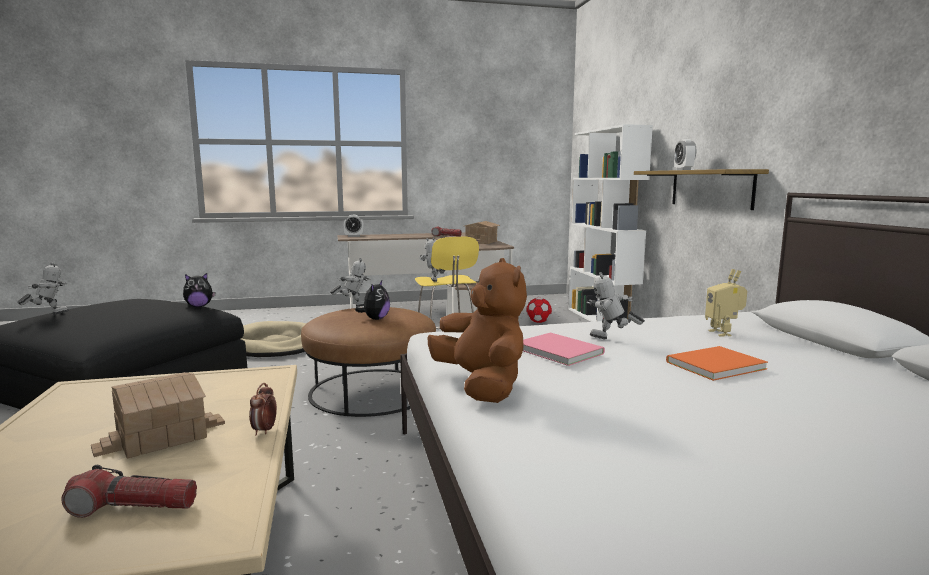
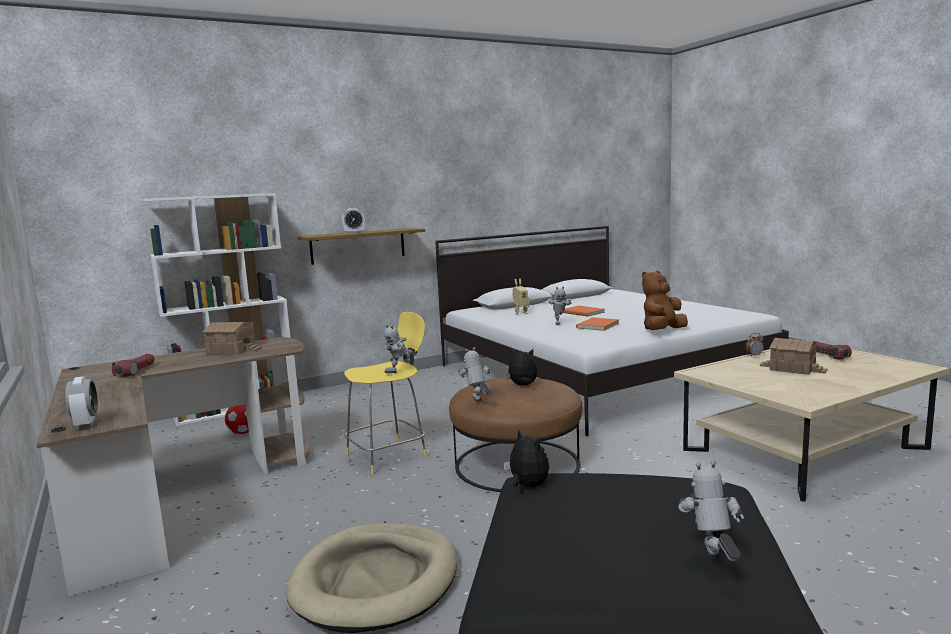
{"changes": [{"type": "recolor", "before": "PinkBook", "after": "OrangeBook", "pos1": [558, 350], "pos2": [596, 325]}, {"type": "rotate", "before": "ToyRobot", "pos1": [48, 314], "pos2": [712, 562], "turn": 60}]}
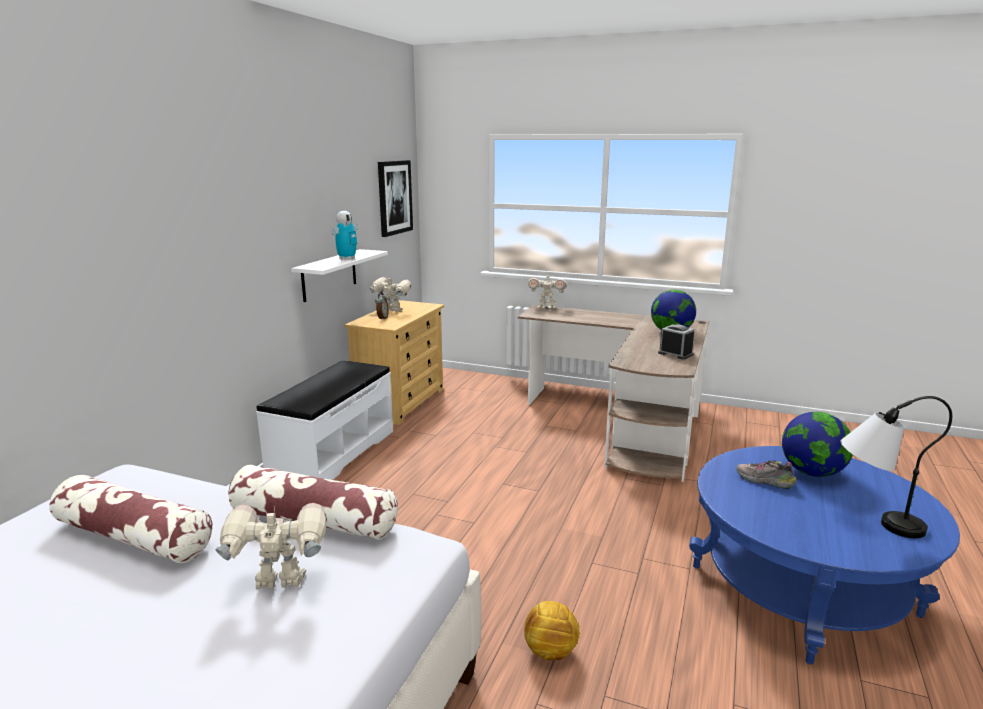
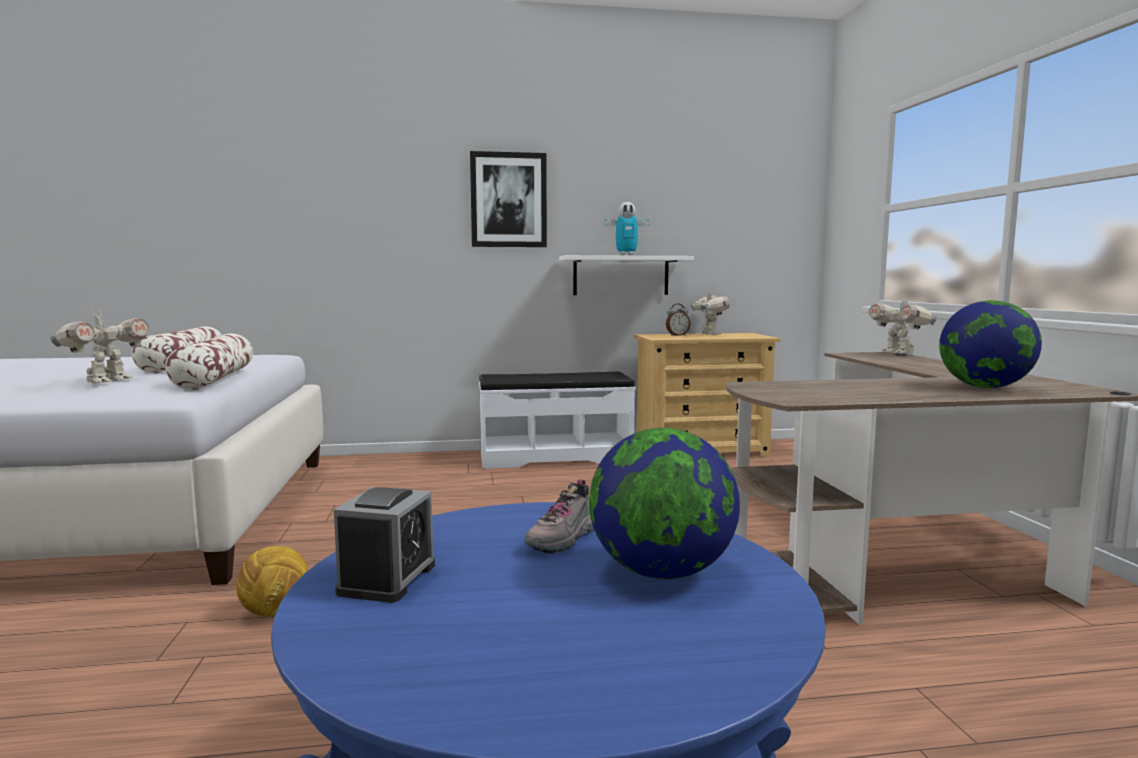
{"changes": [{"type": "rotate", "before": "ToyRobot", "pos1": [280, 584], "pos2": [107, 381], "turn": 60}, {"type": "move", "before": "AlarmClock", "pos1": [675, 354], "pos2": [387, 579]}, {"type": "move", "before": "Picture", "pos1": [394, 197], "pos2": [508, 200]}, {"type": "rotate", "before": "Shoe", "pos1": [764, 481], "pos2": [564, 539], "turn": -150}, {"type": "delete", "before": "TableLamp", "pos1": [873, 523]}]}
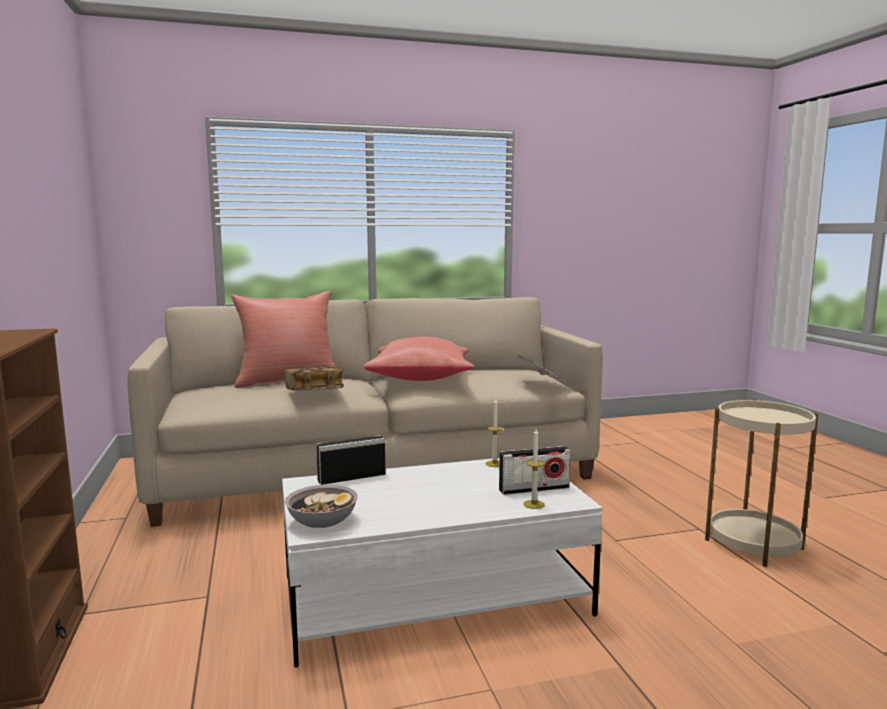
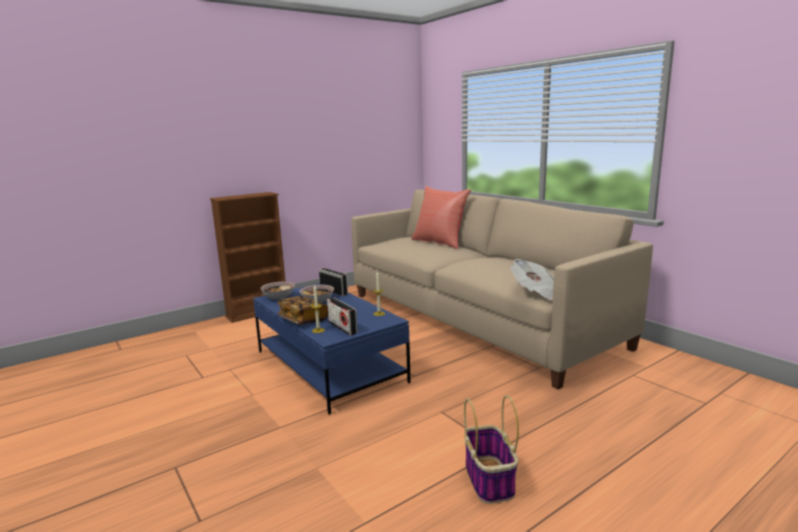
{"changes": [{"type": "recolor", "before": "WhiteCoffeeTable", "after": "BlueCoffeeTable", "pos1": [434, 595], "pos2": [329, 366]}, {"type": "move", "before": "Book", "pos1": [314, 391], "pos2": [303, 319]}, {"type": "insert", "after": "Bowl", "pos2": [317, 300]}, {"type": "replace", "before": "BeigeSideTable", "after": "Basket", "pos1": [753, 544], "pos2": [490, 480]}, {"type": "delete", "before": "RedPillow", "pos1": [421, 378]}]}
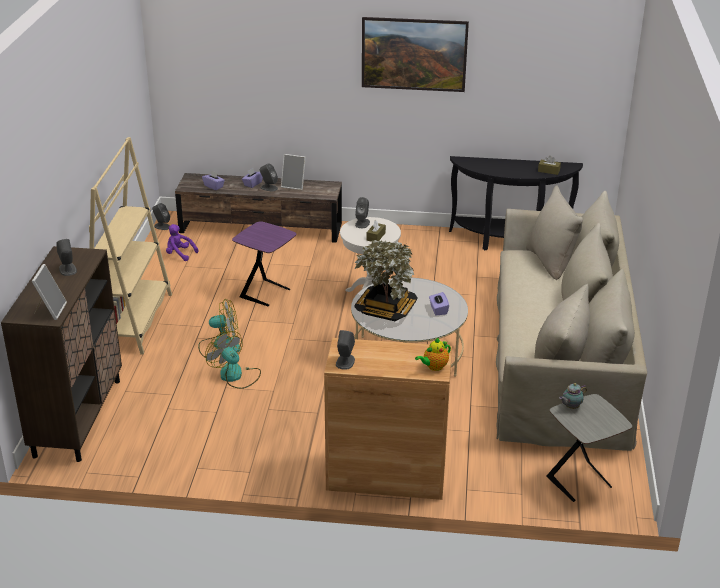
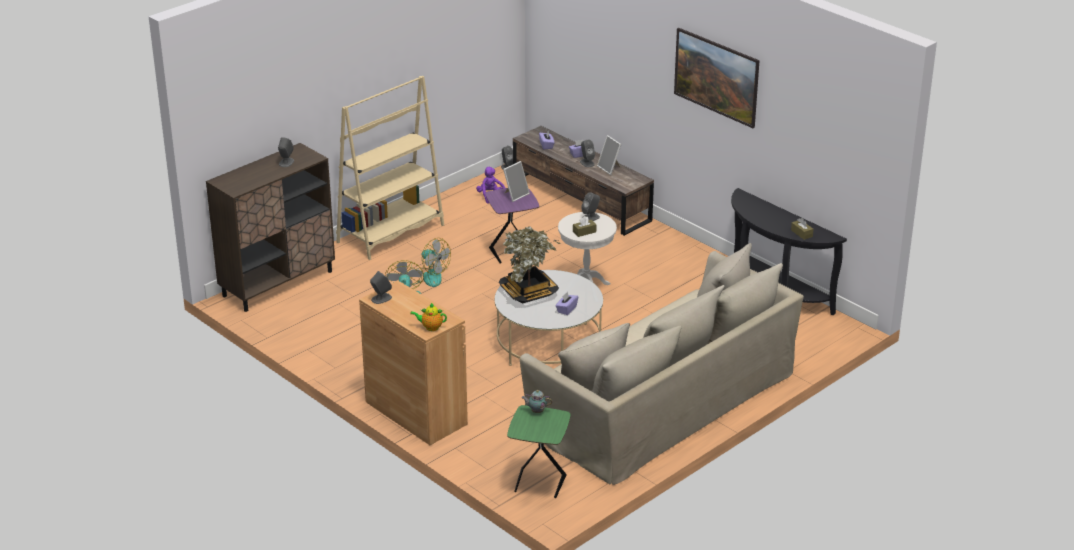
{"changes": [{"type": "move", "before": "PictureFrame", "pos1": [50, 310], "pos2": [515, 195]}, {"type": "recolor", "before": "GreySideTable", "after": "GreenSideTable", "pos1": [581, 482], "pos2": [539, 484]}]}
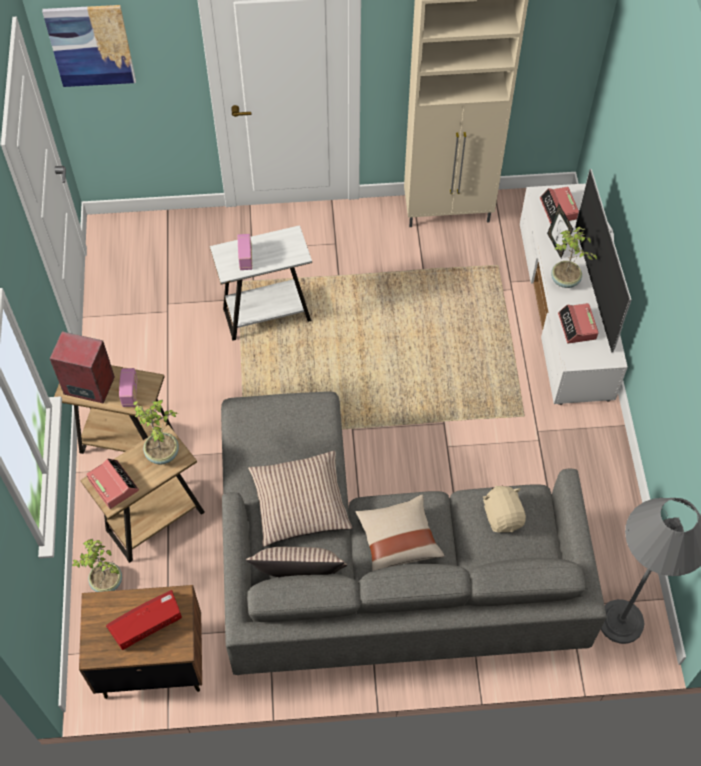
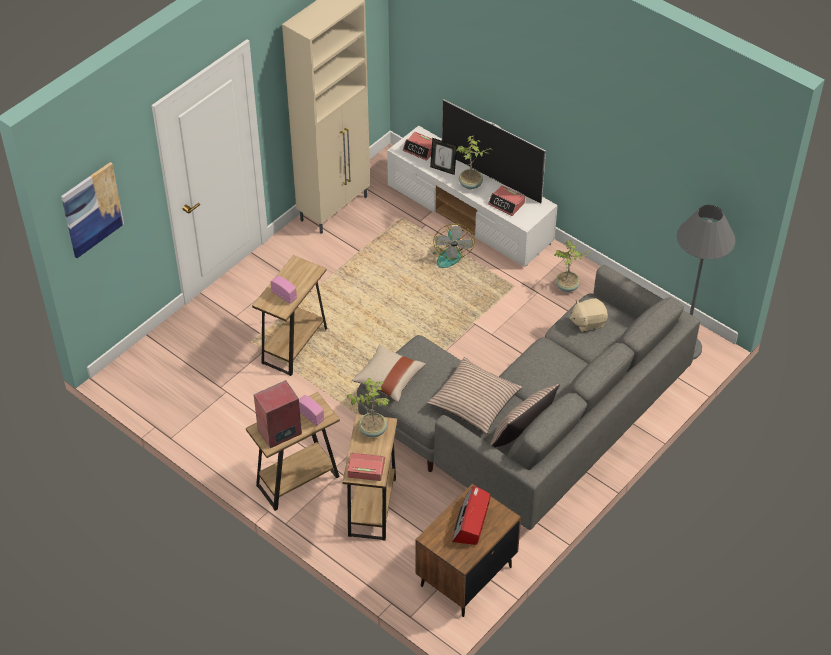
{"changes": [{"type": "recolor", "before": "WhiteSideTable", "after": "BrownSideTable", "pos1": [267, 315], "pos2": [294, 346]}, {"type": "move", "before": "BeigePillow", "pos1": [398, 540], "pos2": [388, 380]}, {"type": "insert", "after": "Fan", "pos2": [448, 253]}, {"type": "move", "before": "PottedPlant", "pos1": [106, 582], "pos2": [567, 287]}, {"type": "rotate", "before": "BeigePlushToy", "pos1": [503, 516], "pos2": [588, 322], "turn": -45}]}
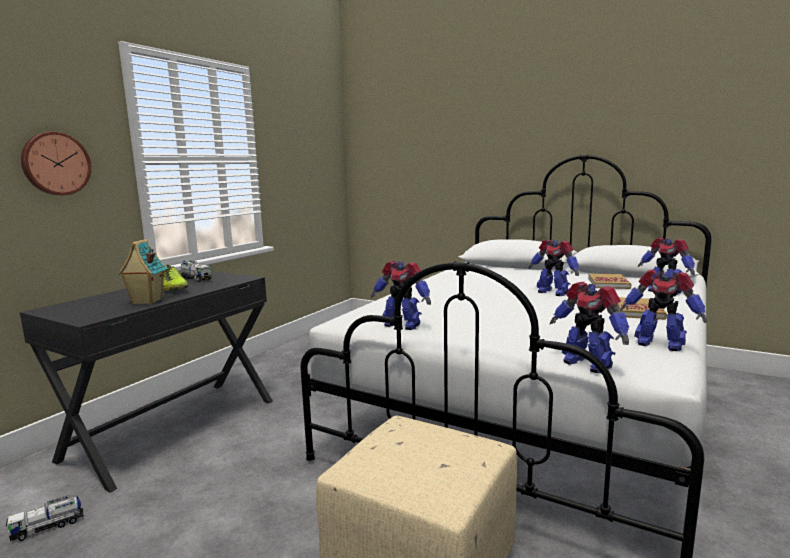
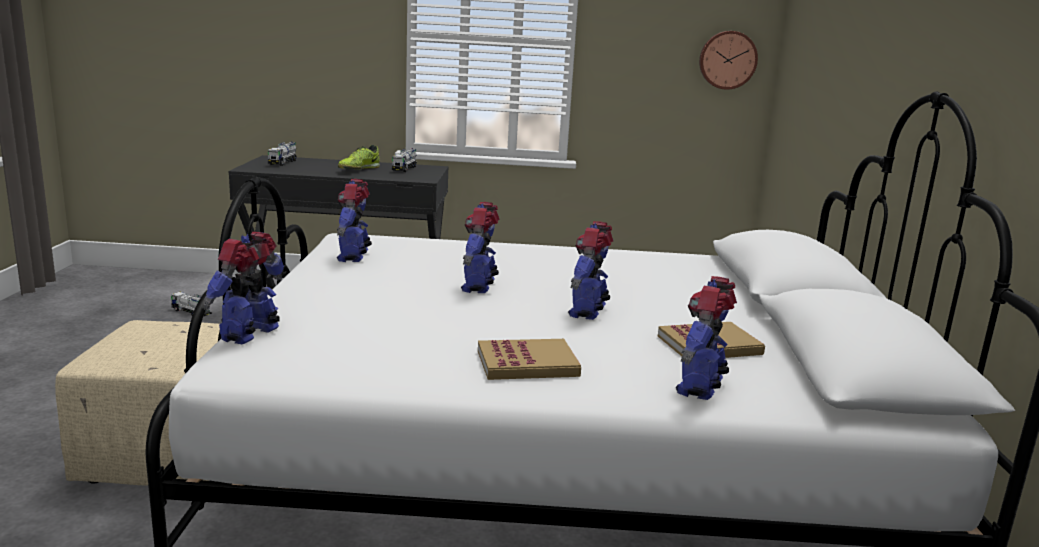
{"changes": [{"type": "insert", "after": "ToyTruck", "pos2": [283, 162]}, {"type": "move", "before": "ToyRobot", "pos1": [659, 344], "pos2": [479, 286]}, {"type": "move", "before": "WallClock", "pos1": [55, 164], "pos2": [727, 60]}, {"type": "delete", "before": "ToyHouse", "pos1": [146, 302]}]}
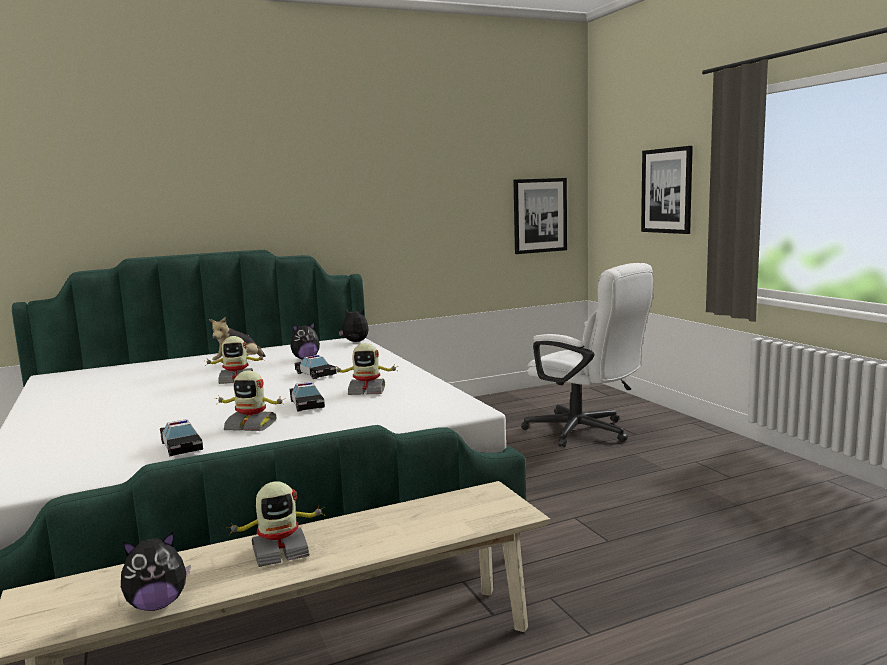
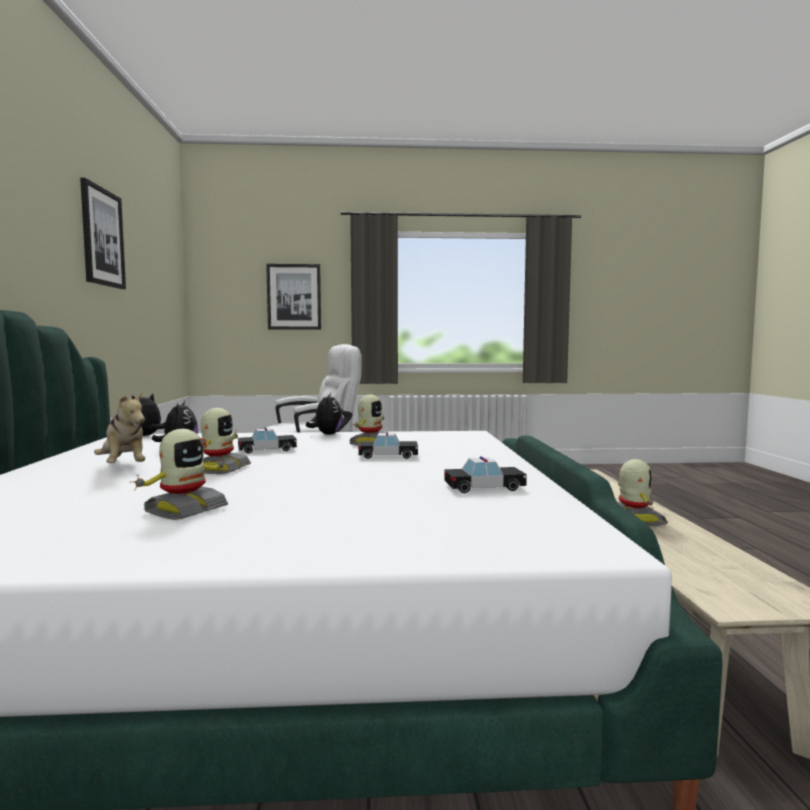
{"changes": [{"type": "move", "before": "Picture", "pos1": [540, 215], "pos2": [102, 237]}, {"type": "move", "before": "ToyRobot", "pos1": [251, 425], "pos2": [185, 510]}, {"type": "move", "before": "PlushToy", "pos1": [157, 604], "pos2": [327, 434]}]}
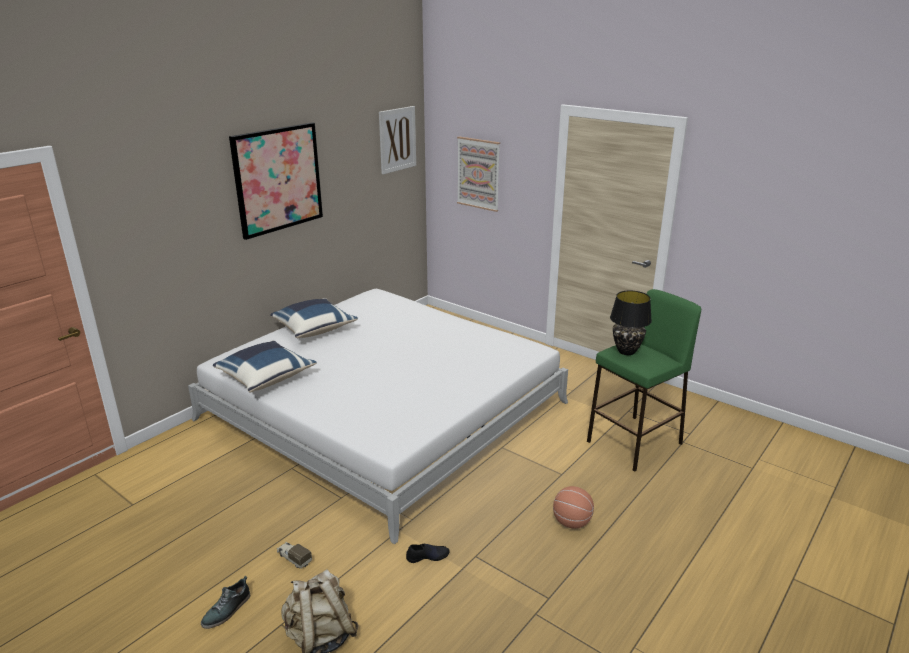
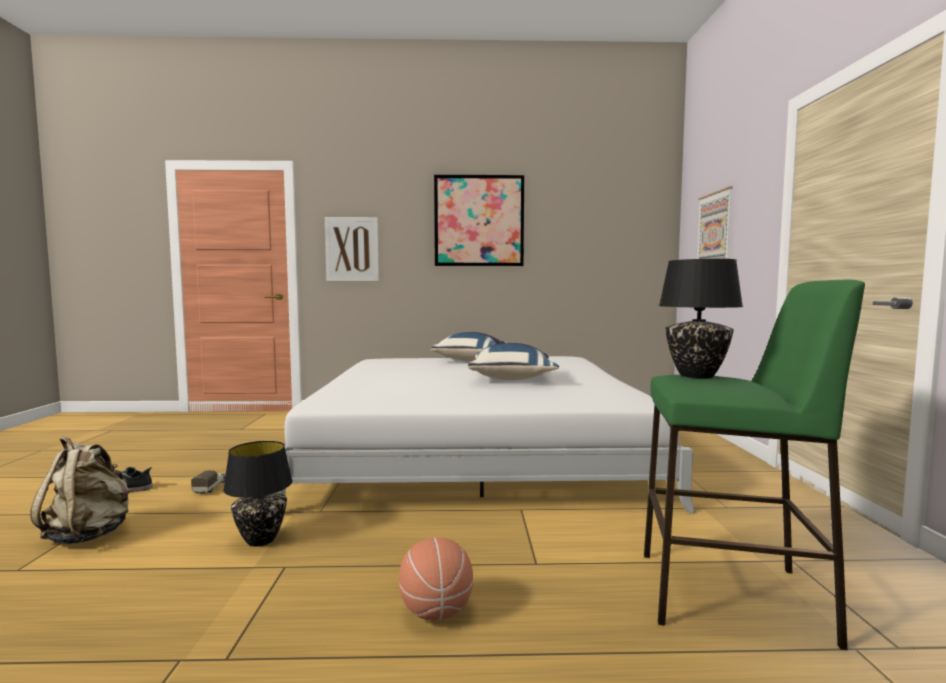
{"changes": [{"type": "replace", "before": "BlackShoe", "after": "BlackTableLamp", "pos1": [427, 556], "pos2": [261, 540]}, {"type": "move", "before": "Picture", "pos1": [397, 139], "pos2": [352, 249]}, {"type": "move", "before": "BluePillow", "pos1": [265, 378], "pos2": [512, 378]}]}
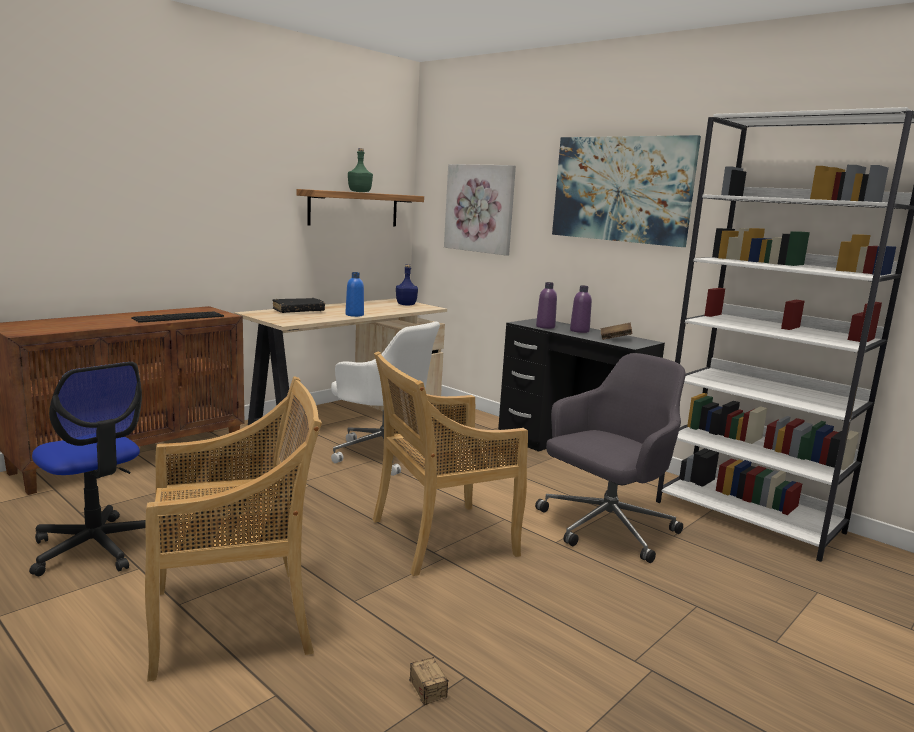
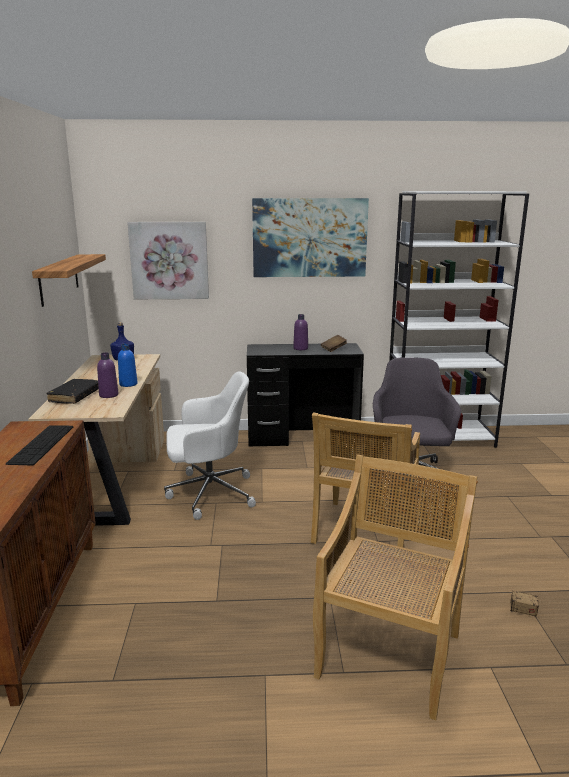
{"changes": [{"type": "move", "before": "PurpleBottle", "pos1": [545, 327], "pos2": [109, 395]}, {"type": "delete", "before": "OfficeChair", "pos1": [96, 547]}, {"type": "delete", "before": "GreenBottle", "pos1": [359, 192]}]}
